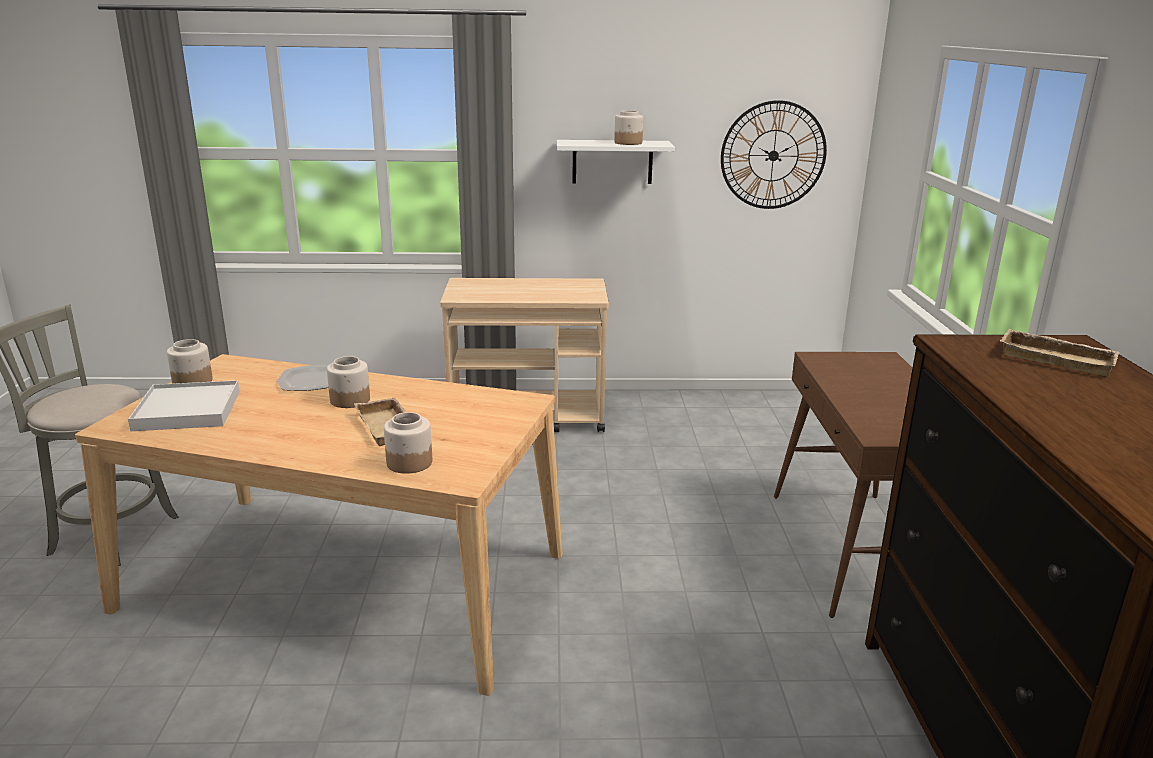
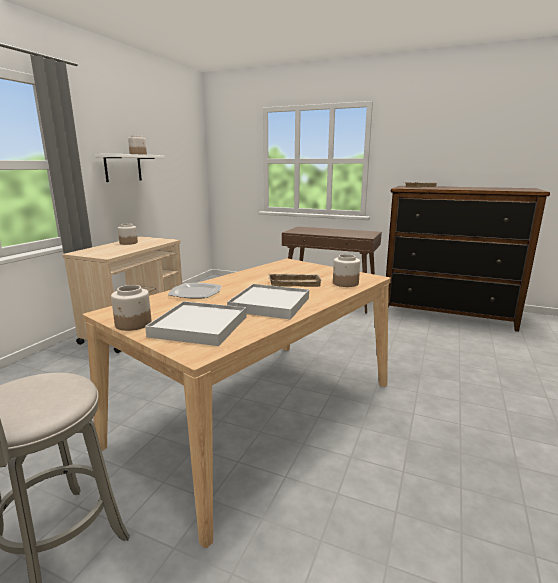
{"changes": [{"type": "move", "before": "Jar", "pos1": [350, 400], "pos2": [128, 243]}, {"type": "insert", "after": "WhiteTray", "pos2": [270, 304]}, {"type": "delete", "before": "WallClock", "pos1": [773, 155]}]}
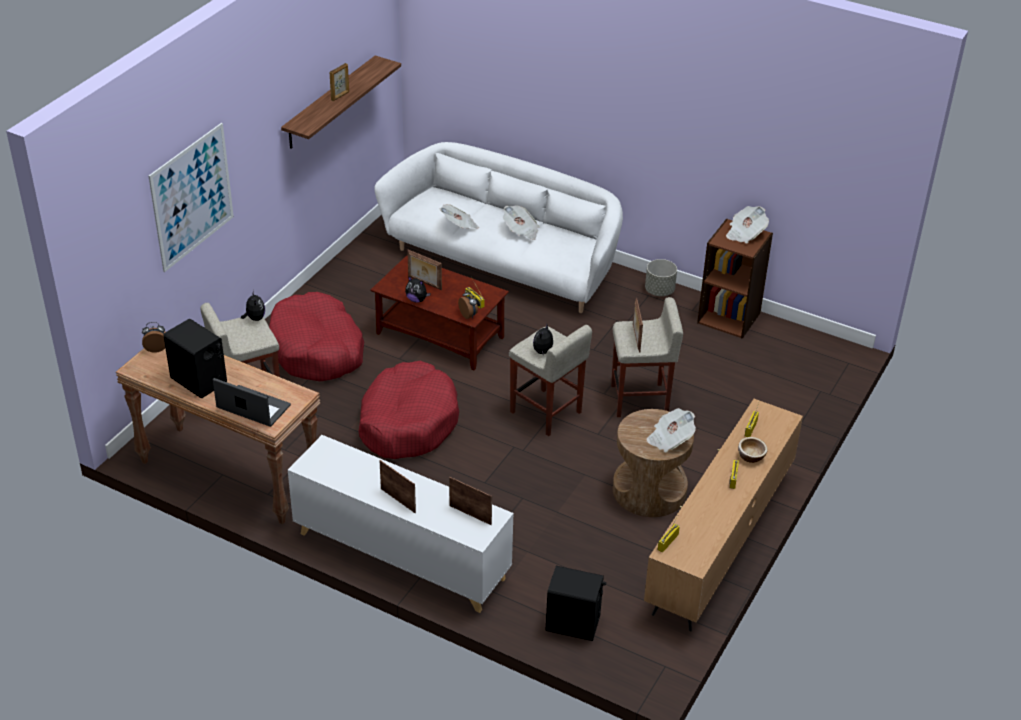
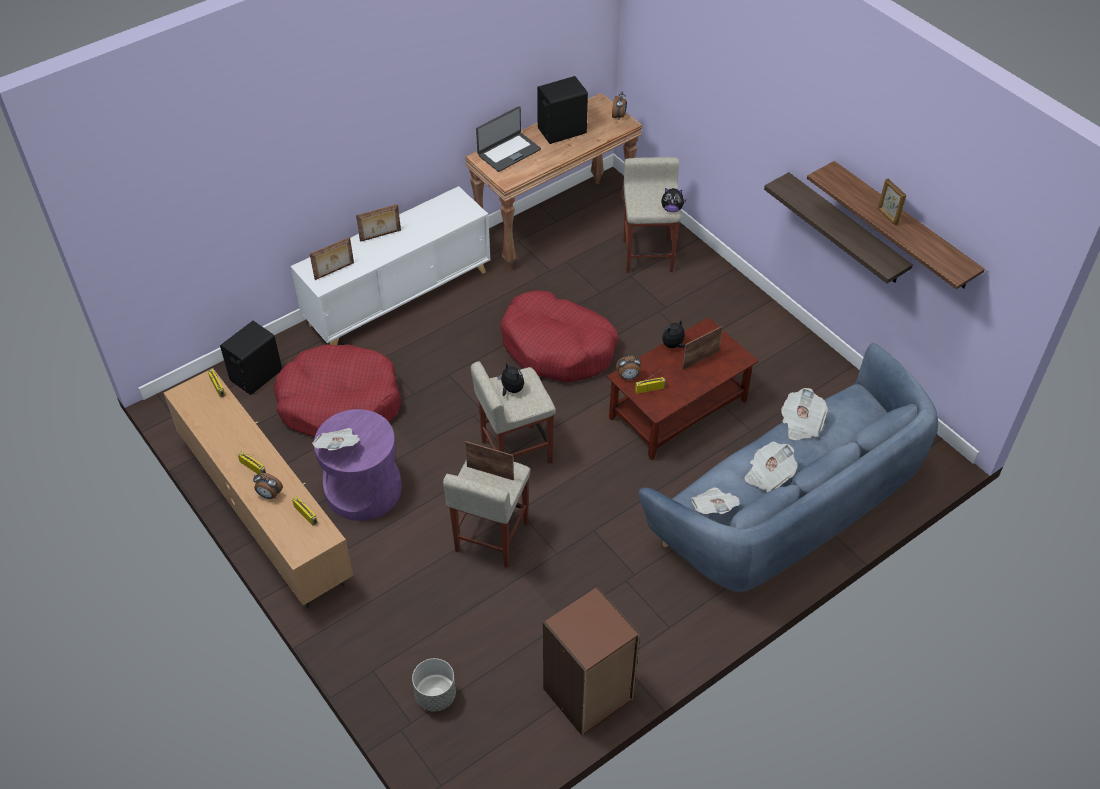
{"changes": [{"type": "replace", "before": "Bowl", "after": "AlarmClock", "pos1": [751, 456], "pos2": [269, 495]}, {"type": "move", "before": "RedDogBed", "pos1": [317, 350], "pos2": [340, 403]}, {"type": "recolor", "before": "BrownSideTable", "after": "PurpleSideTable", "pos1": [649, 490], "pos2": [363, 489]}, {"type": "move", "before": "GreyPlanter", "pos1": [659, 291], "pos2": [435, 696]}, {"type": "recolor", "before": "WhiteSofa", "after": "BlueSofa", "pos1": [505, 263], "pos2": [788, 509]}, {"type": "move", "before": "Newspaper", "pos1": [745, 234], "pos2": [714, 508]}, {"type": "insert", "after": "Shelf", "pos2": [845, 229]}, {"type": "delete", "before": "Picture", "pos1": [192, 197]}]}
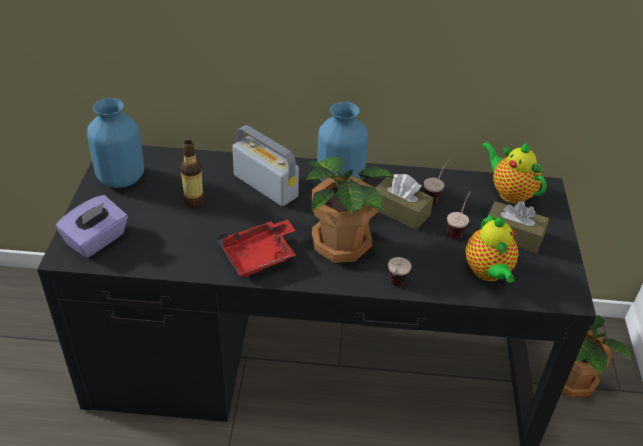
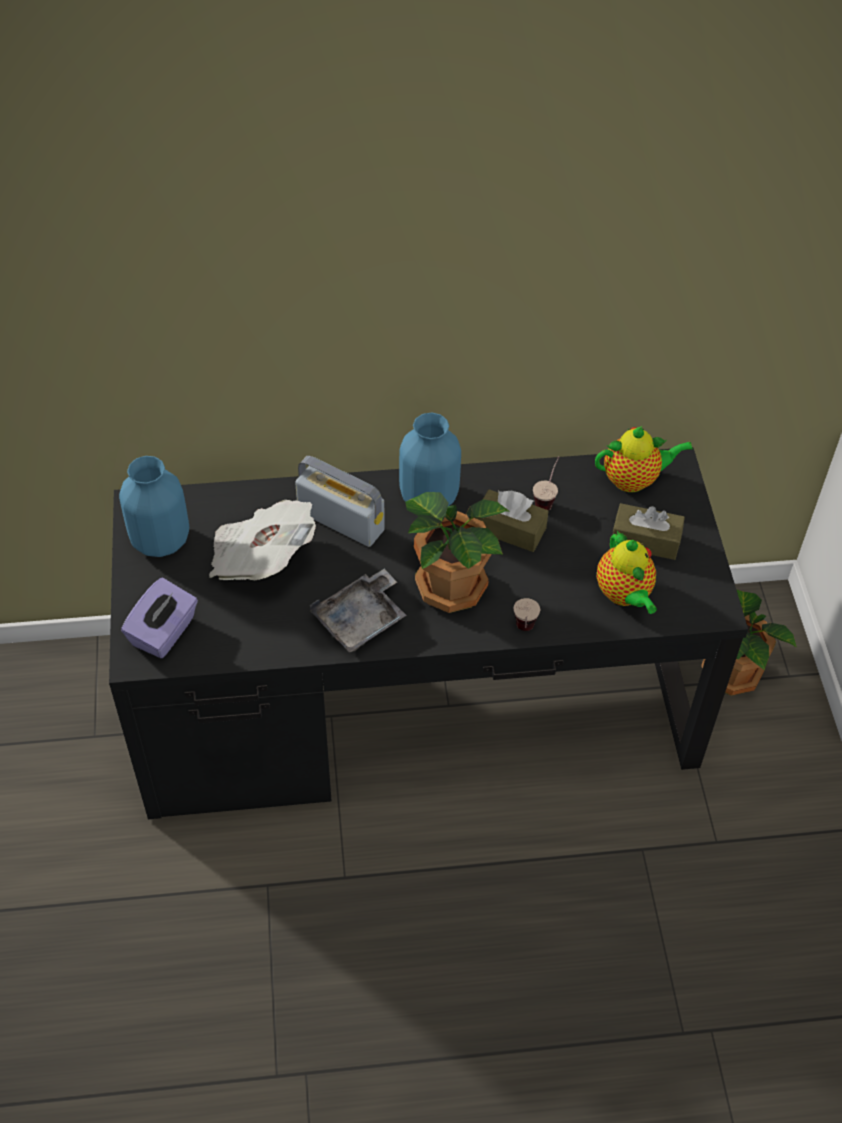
{"changes": [{"type": "replace", "before": "Bottle", "after": "Newspaper", "pos1": [194, 201], "pos2": [261, 558]}, {"type": "recolor", "before": "RedTray", "after": "GreyTray", "pos1": [259, 256], "pos2": [361, 620]}, {"type": "rotate", "before": "Teapot", "pos1": [509, 192], "pos2": [634, 479], "turn": 135}, {"type": "delete", "before": "Cup", "pos1": [457, 229]}]}
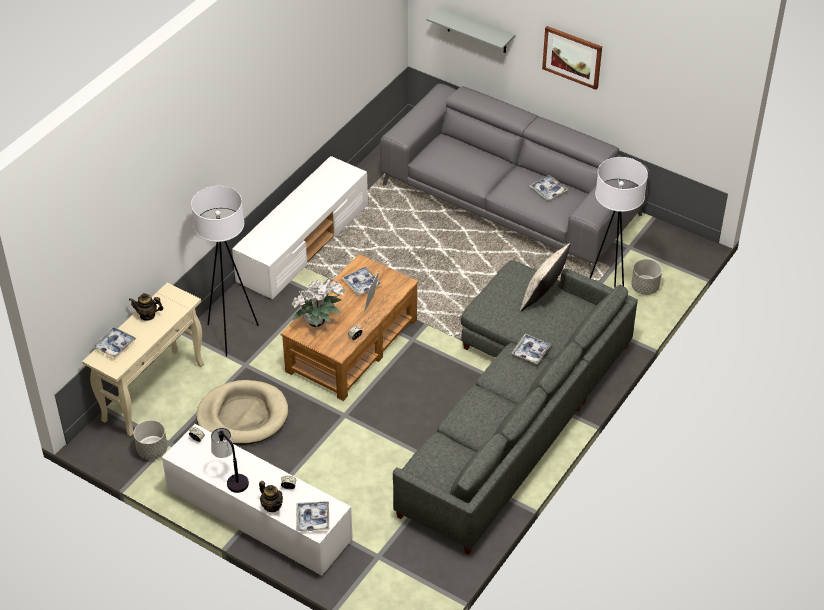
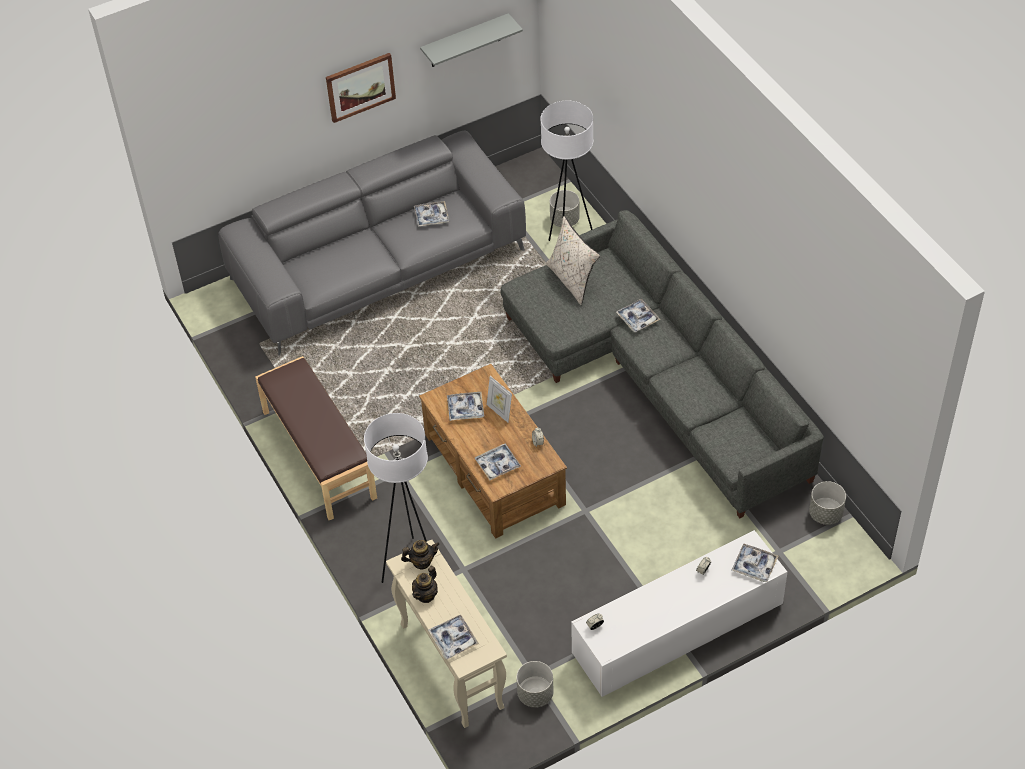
{"changes": [{"type": "replace", "before": "WhiteTvStand", "after": "BrownBench", "pos1": [303, 244], "pos2": [318, 455]}, {"type": "move", "before": "Teapot", "pos1": [272, 506], "pos2": [421, 562]}, {"type": "move", "before": "GreyShelf", "pos1": [477, 30], "pos2": [465, 41]}, {"type": "replace", "before": "PottedPlant", "after": "Tray", "pos1": [318, 322], "pos2": [497, 465]}, {"type": "insert", "after": "GreyPlanter", "pos2": [826, 514]}, {"type": "delete", "before": "BeigeDogBed", "pos1": [243, 416]}, {"type": "delete", "before": "TableLamp", "pos1": [231, 478]}]}
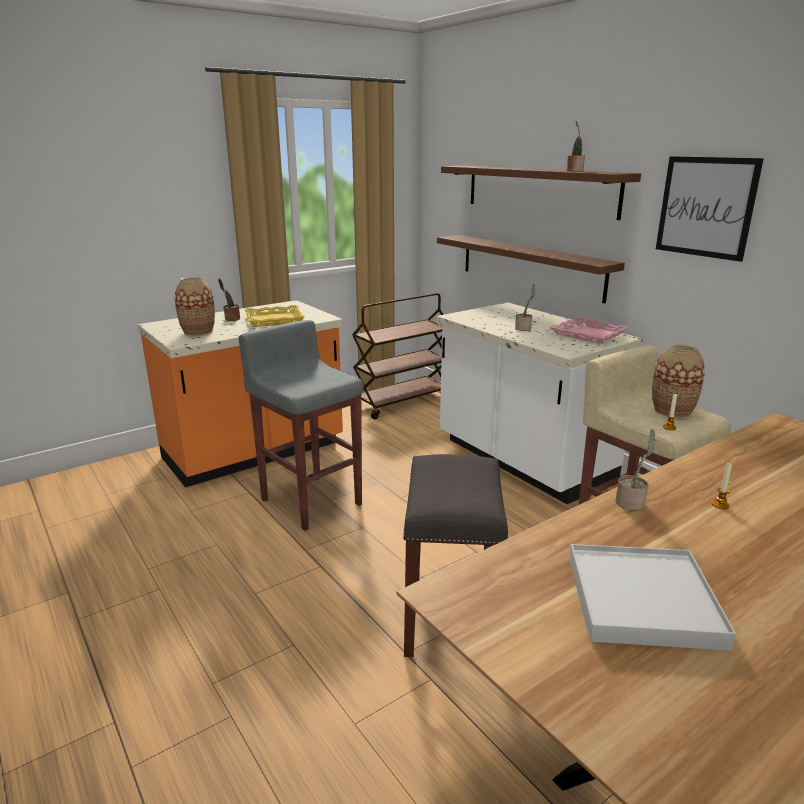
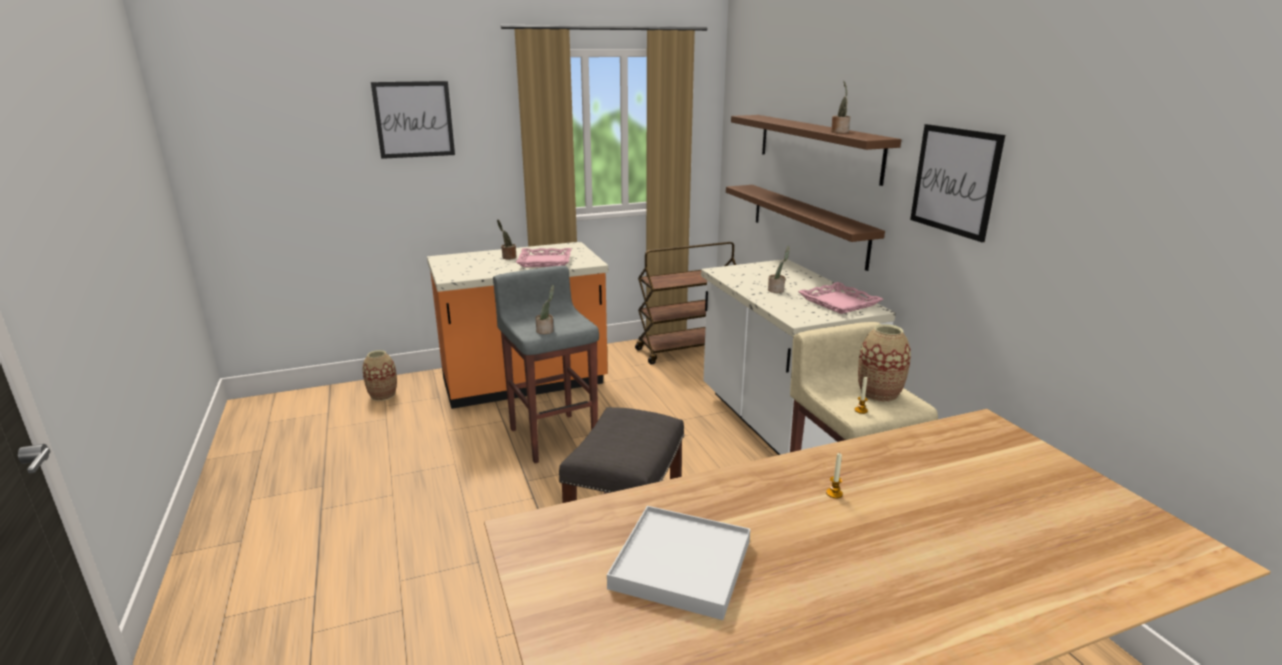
{"changes": [{"type": "move", "before": "Vase", "pos1": [198, 332], "pos2": [383, 395]}, {"type": "insert", "after": "Picture", "pos2": [414, 119]}, {"type": "recolor", "before": "YellowTray", "after": "PinkTray", "pos1": [274, 320], "pos2": [544, 261]}, {"type": "move", "before": "PottedPlant", "pos1": [631, 502], "pos2": [546, 331]}]}
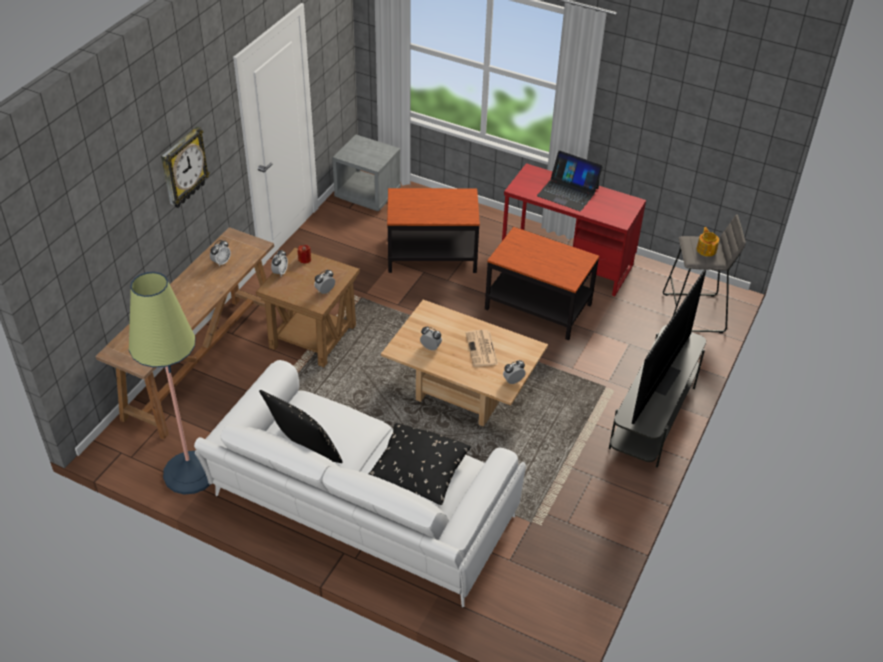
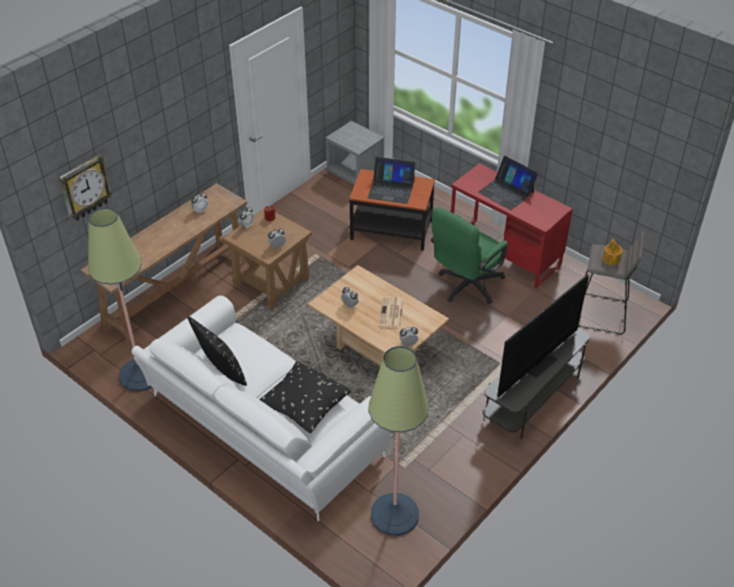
{"changes": [{"type": "move", "before": "WallClock", "pos1": [183, 168], "pos2": [84, 188]}, {"type": "insert", "after": "Laptop", "pos2": [391, 189]}, {"type": "insert", "after": "FloorLamp", "pos2": [394, 514]}, {"type": "replace", "before": "SideTable", "after": "GreenOfficeChair", "pos1": [538, 307], "pos2": [466, 287]}]}
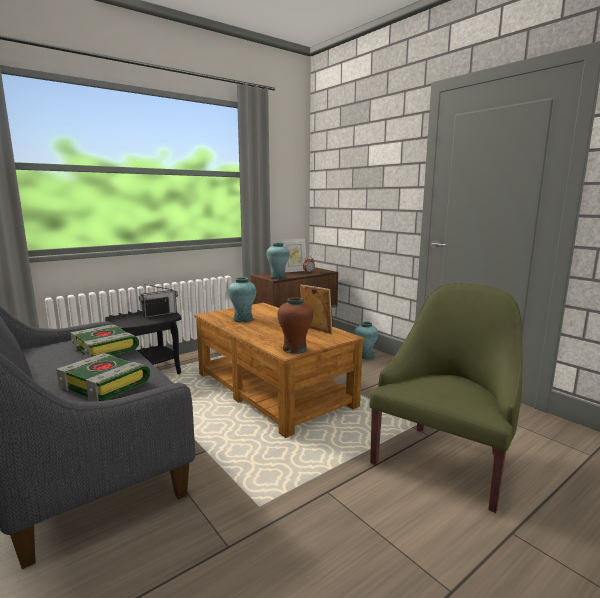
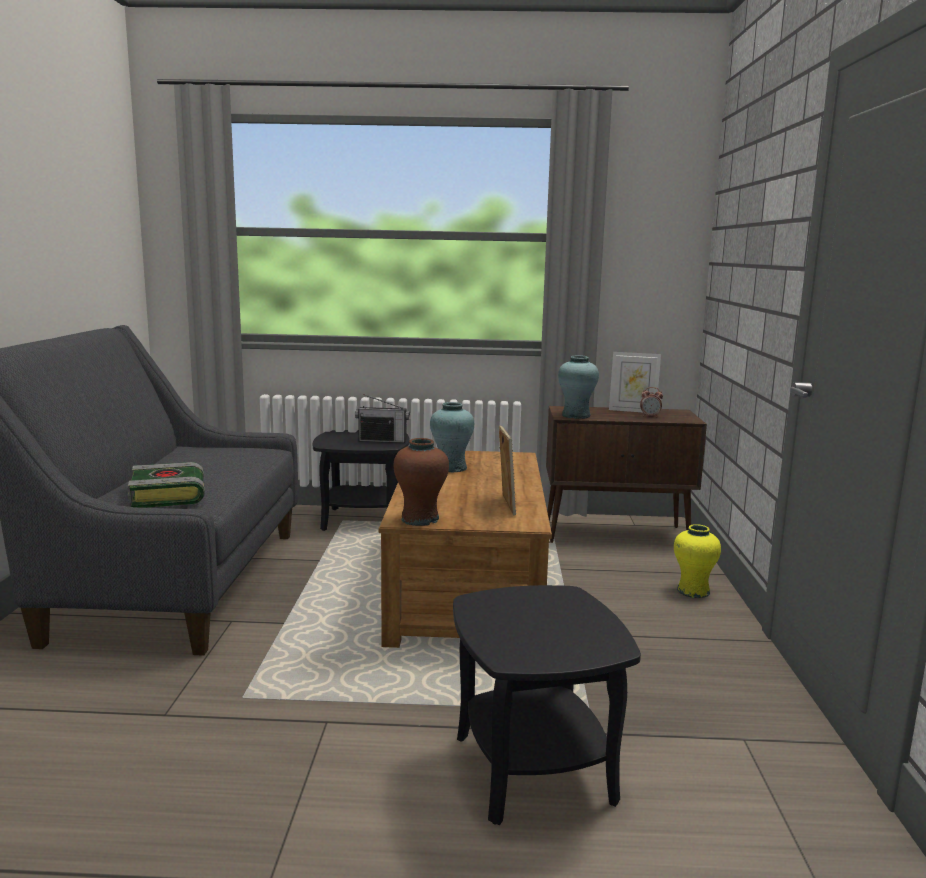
{"changes": [{"type": "replace", "before": "GreenArmchair", "after": "BlackSideTable", "pos1": [444, 460], "pos2": [534, 770]}, {"type": "recolor", "before": "TurquoiseVase", "after": "YellowVase", "pos1": [365, 356], "pos2": [693, 591]}, {"type": "delete", "before": "Book", "pos1": [106, 349]}]}
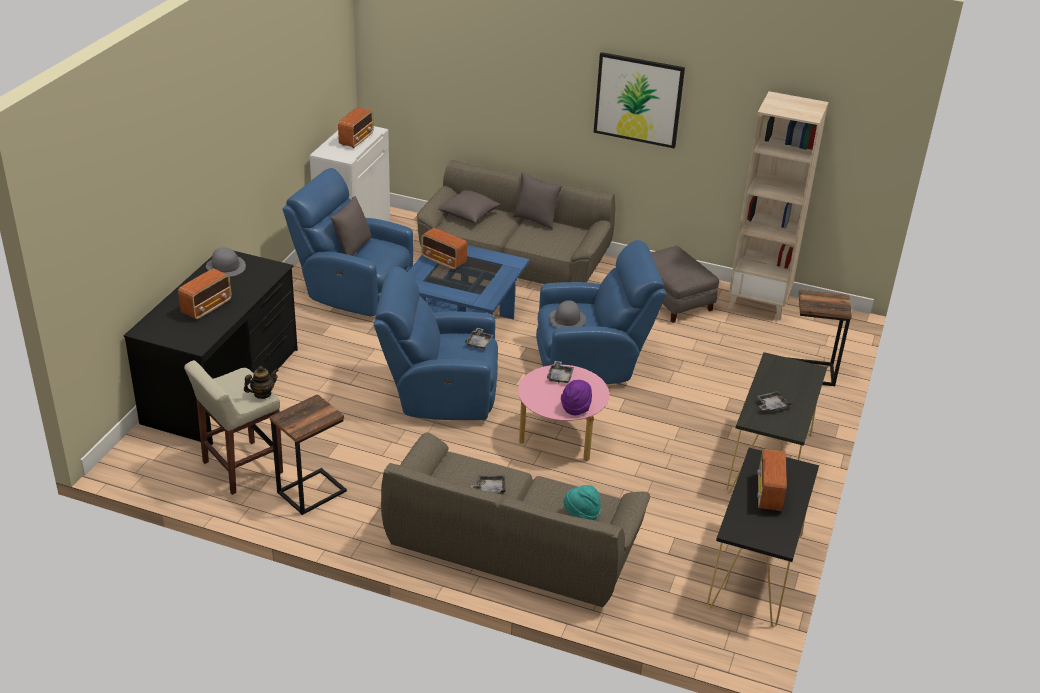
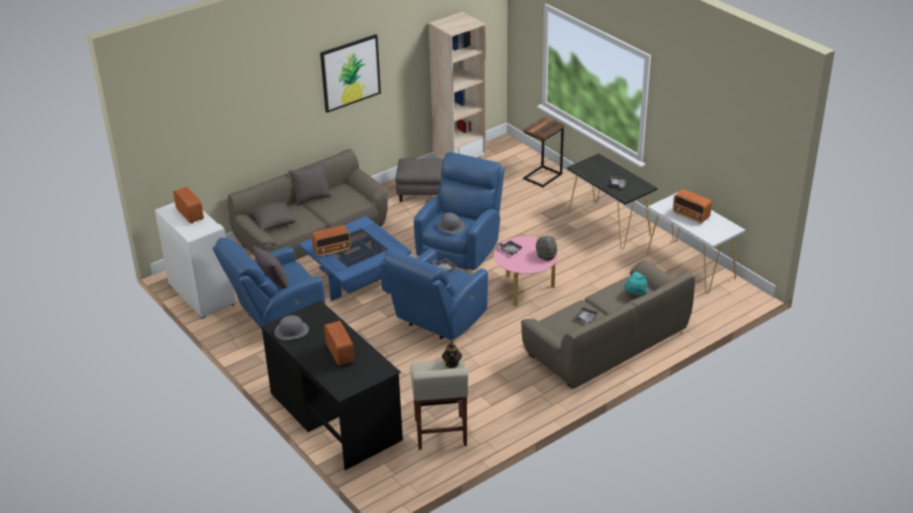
{"changes": [{"type": "recolor", "before": "PurpleHat", "after": "GreyHat", "pos1": [576, 407], "pos2": [546, 255]}, {"type": "recolor", "before": "BlackConsoleTable", "after": "WhiteConsoleTable", "pos1": [755, 570], "pos2": [690, 266]}, {"type": "delete", "before": "SideTable", "pos1": [311, 491]}]}
